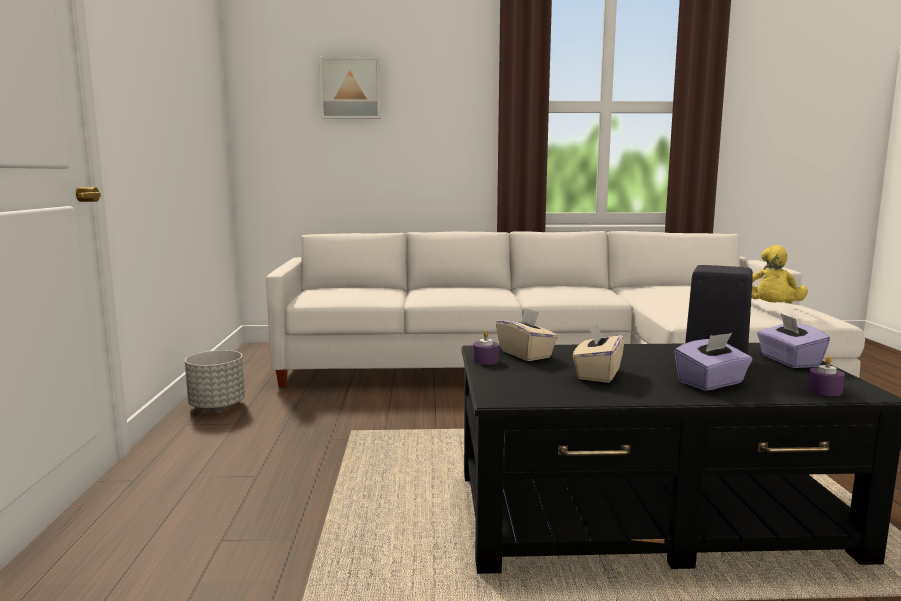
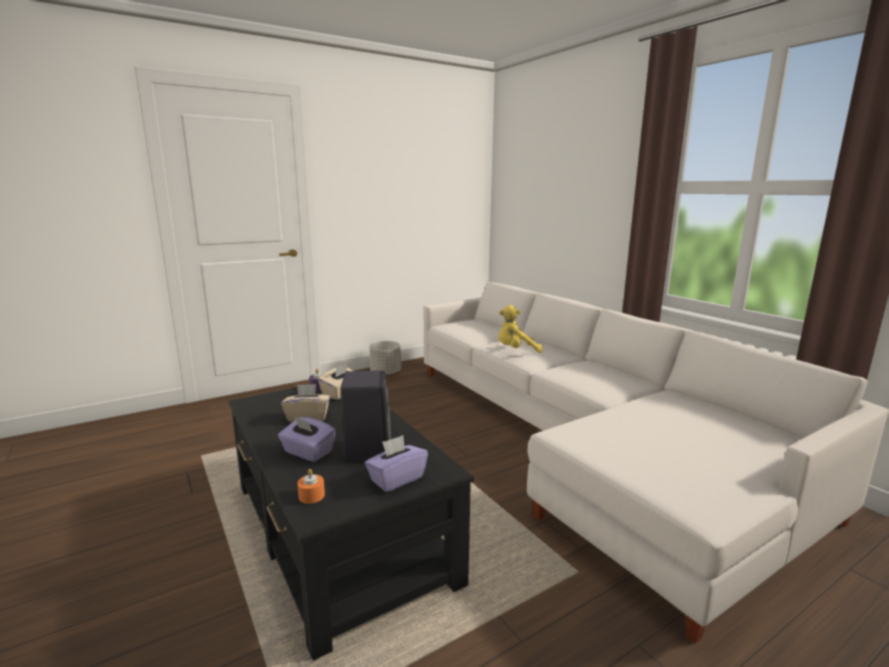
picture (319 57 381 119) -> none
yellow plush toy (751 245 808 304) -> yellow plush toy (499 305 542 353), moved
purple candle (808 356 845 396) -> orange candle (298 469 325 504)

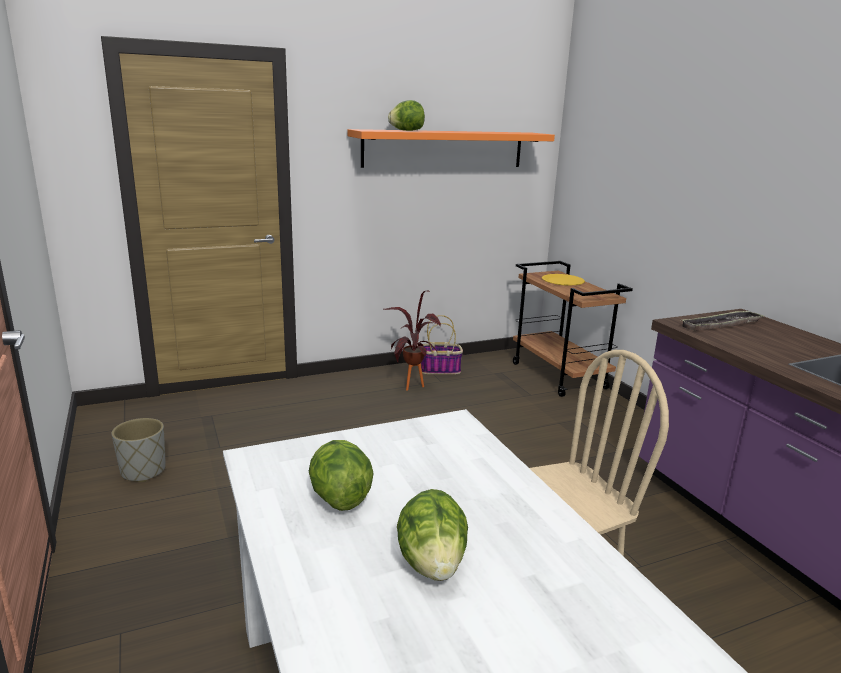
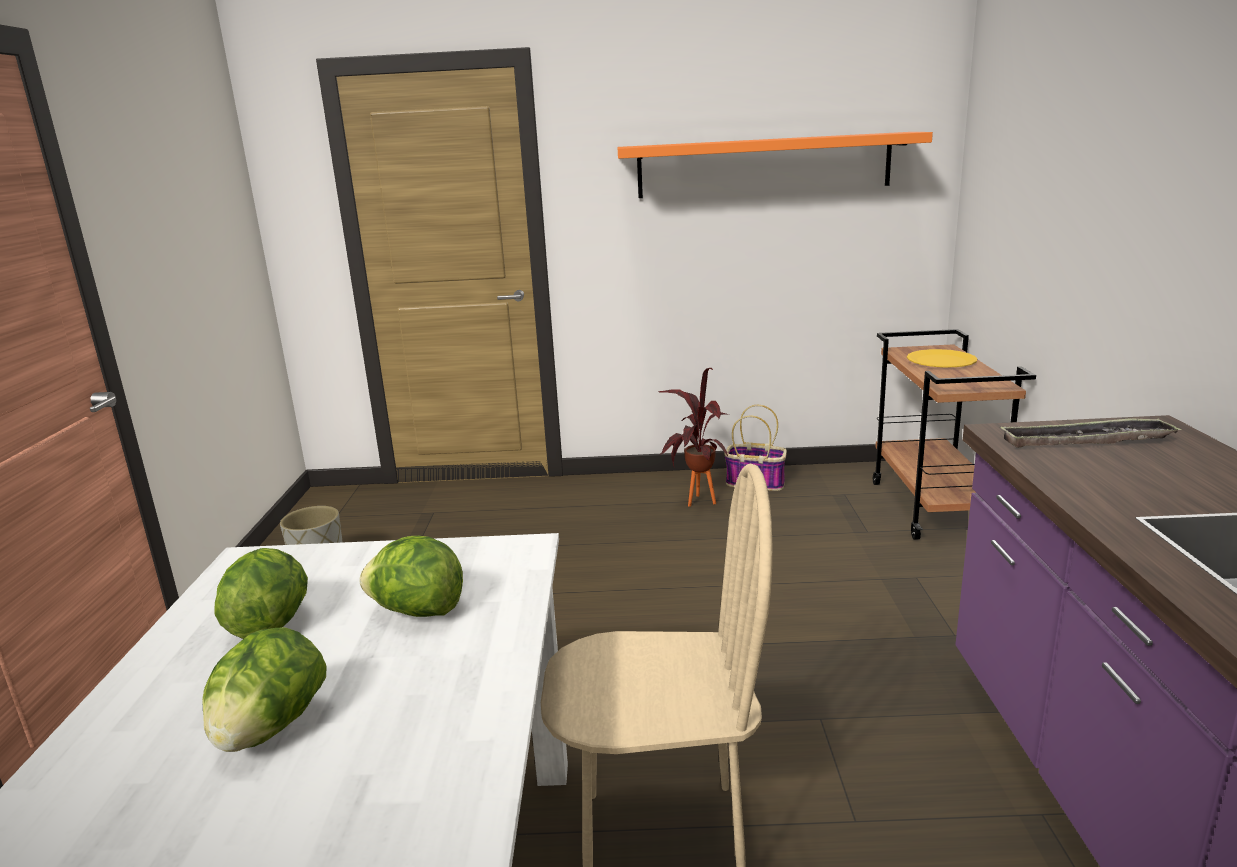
lettuce (388 100 425 131) -> lettuce (359 536 463 617), moved

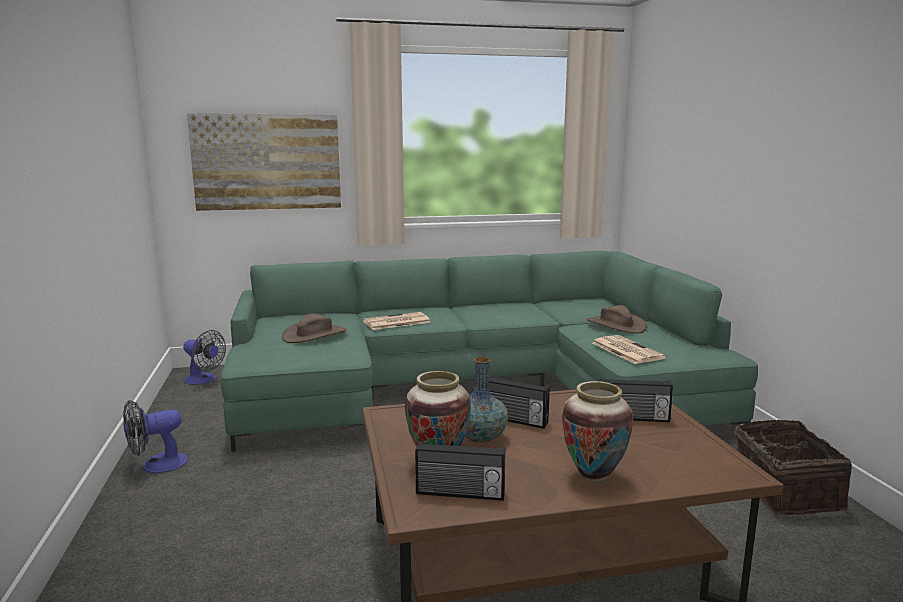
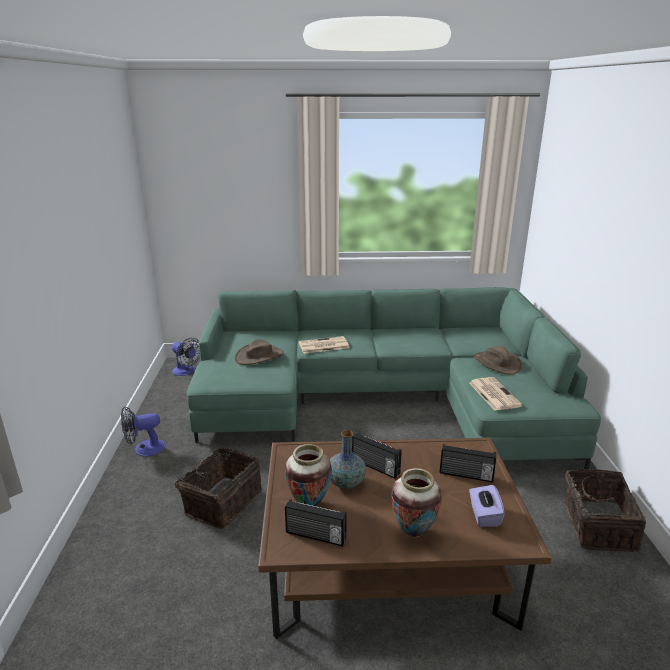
picture (187 113 341 211) -> none
none -> basket (169 447 262 529)
none -> purple tissue box (469 485 505 527)

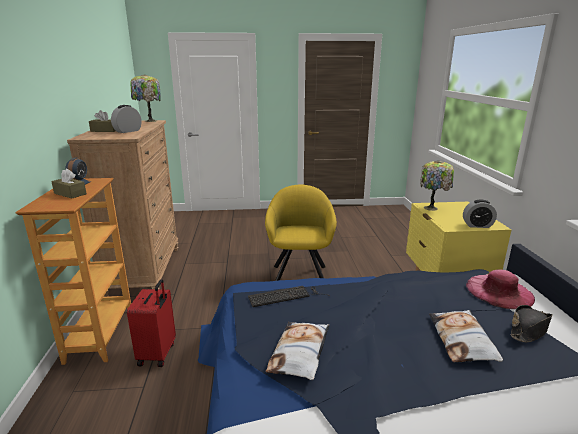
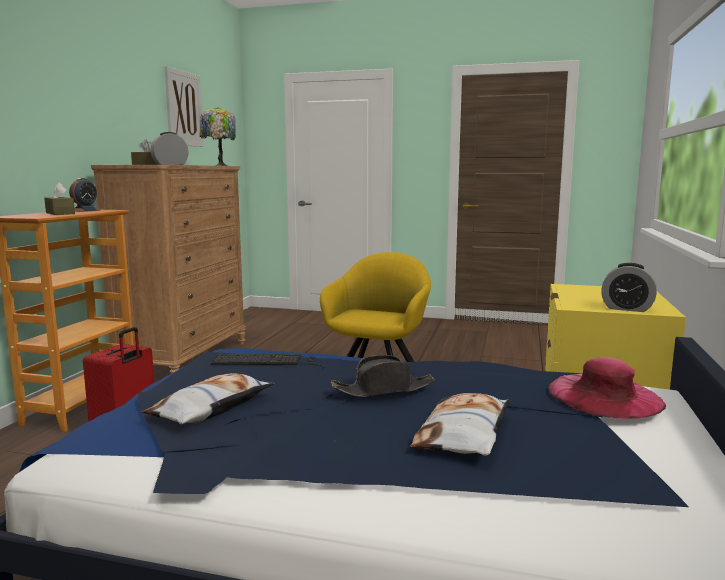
table lamp (420 160 454 211) -> none
none -> picture (165 66 203 147)
black hat (510 305 553 342) -> black hat (331 355 435 397), moved

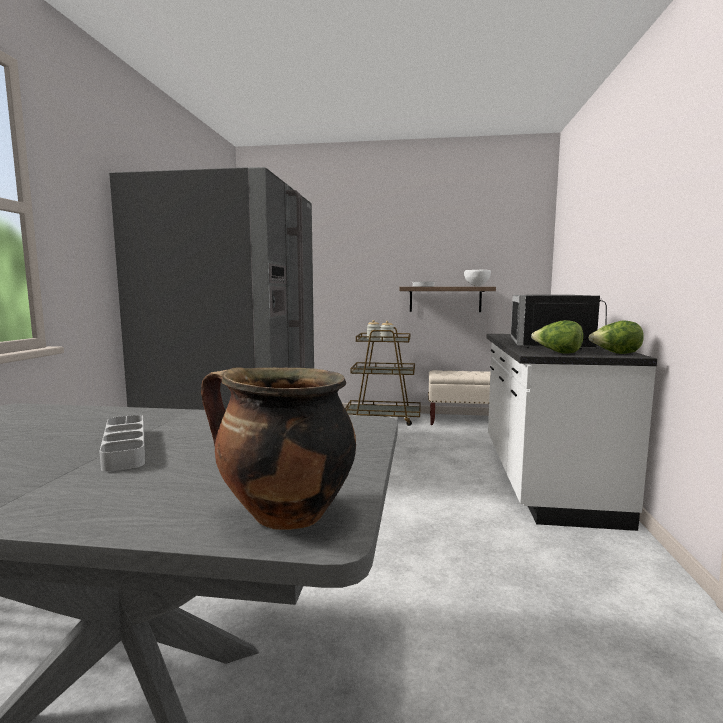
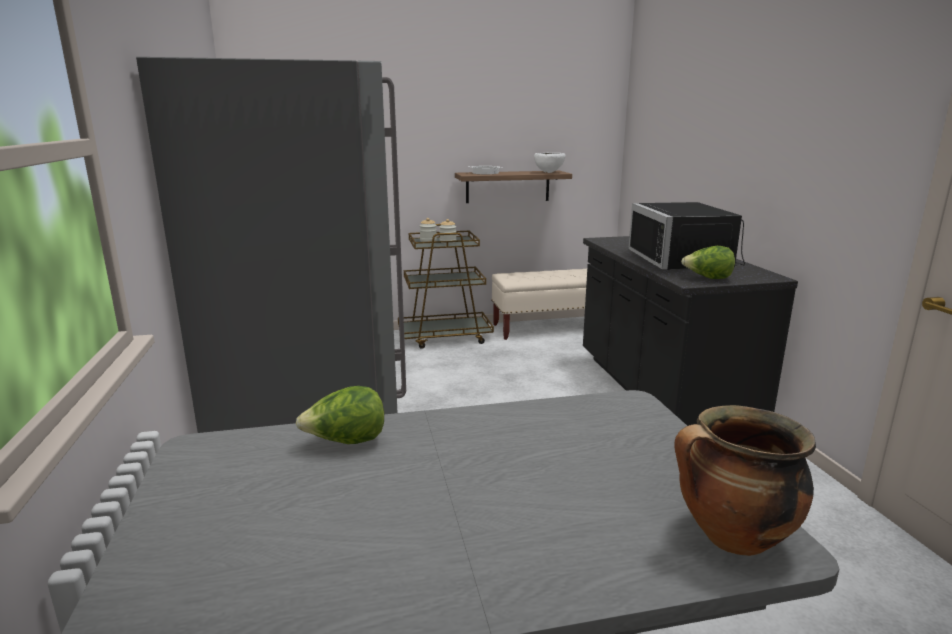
grey tray (99 415 145 472) -> none
lettuce (589 320 644 354) -> lettuce (296 386 384 444), moved
white counter (487 334 657 531) -> black counter (583 236 798 426)

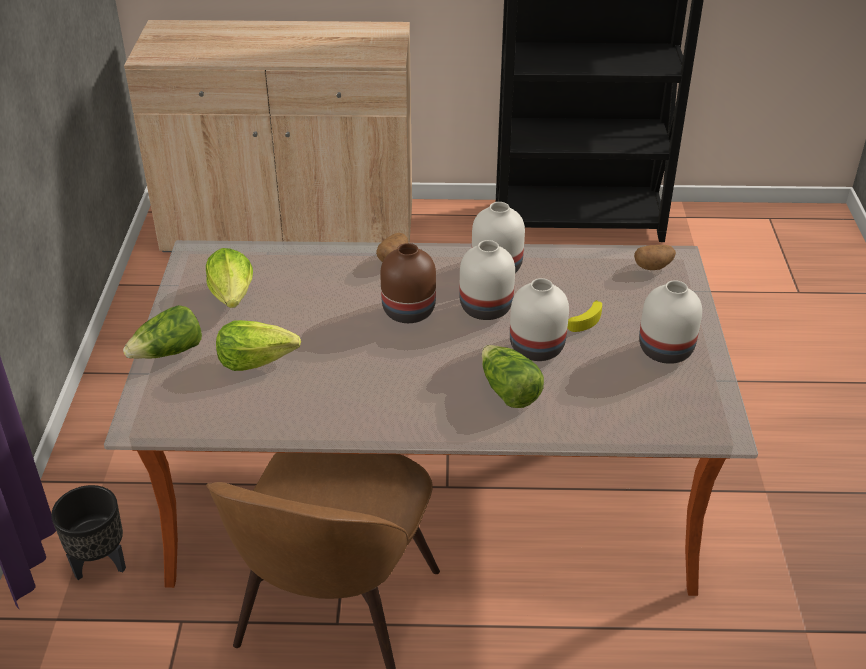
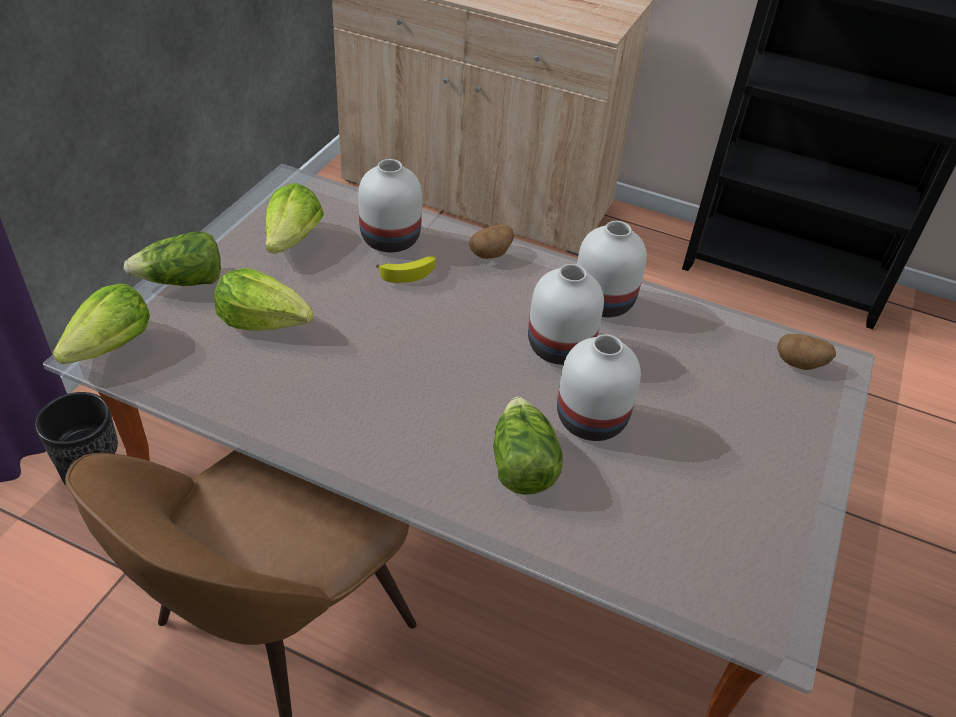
brown vase (380 243 436 323) -> none
none -> lettuce (53 284 150 364)
banana (568 300 602 332) -> banana (376 256 436 283), moved
white vase (639 280 702 364) -> white vase (358 159 422 252), moved

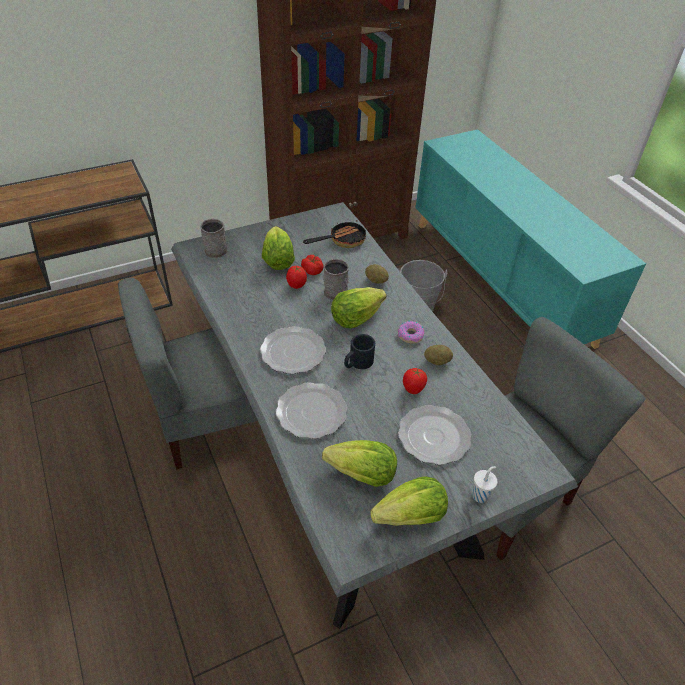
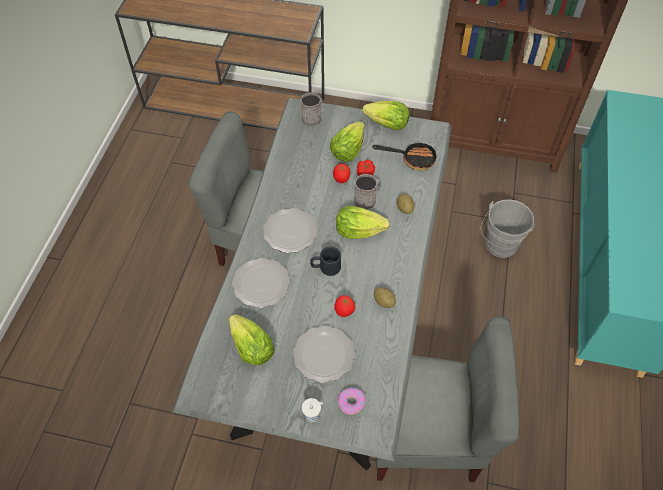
lettuce (370 476 448 526) -> lettuce (362 101 409 130), moved
donut (398 321 425 344) -> donut (337 387 366 415), moved

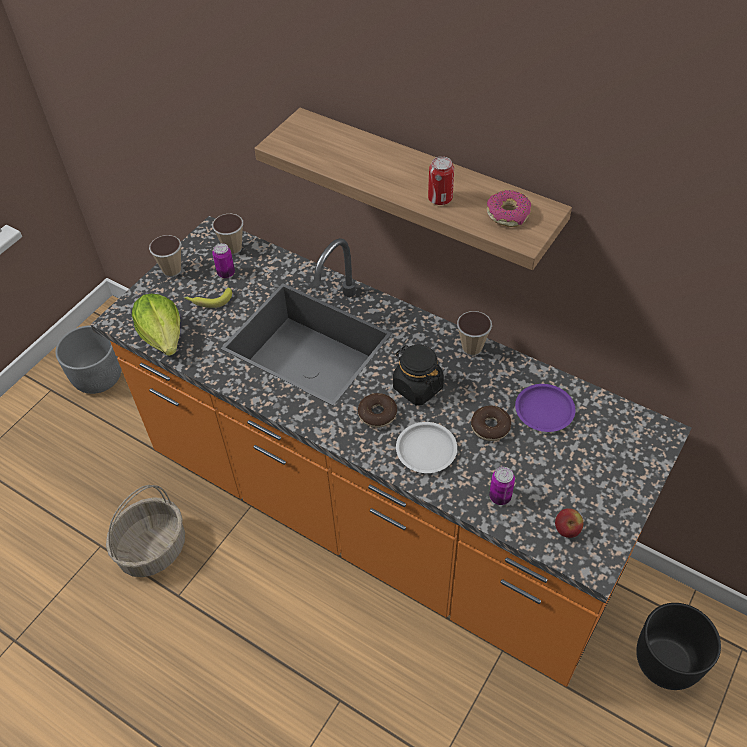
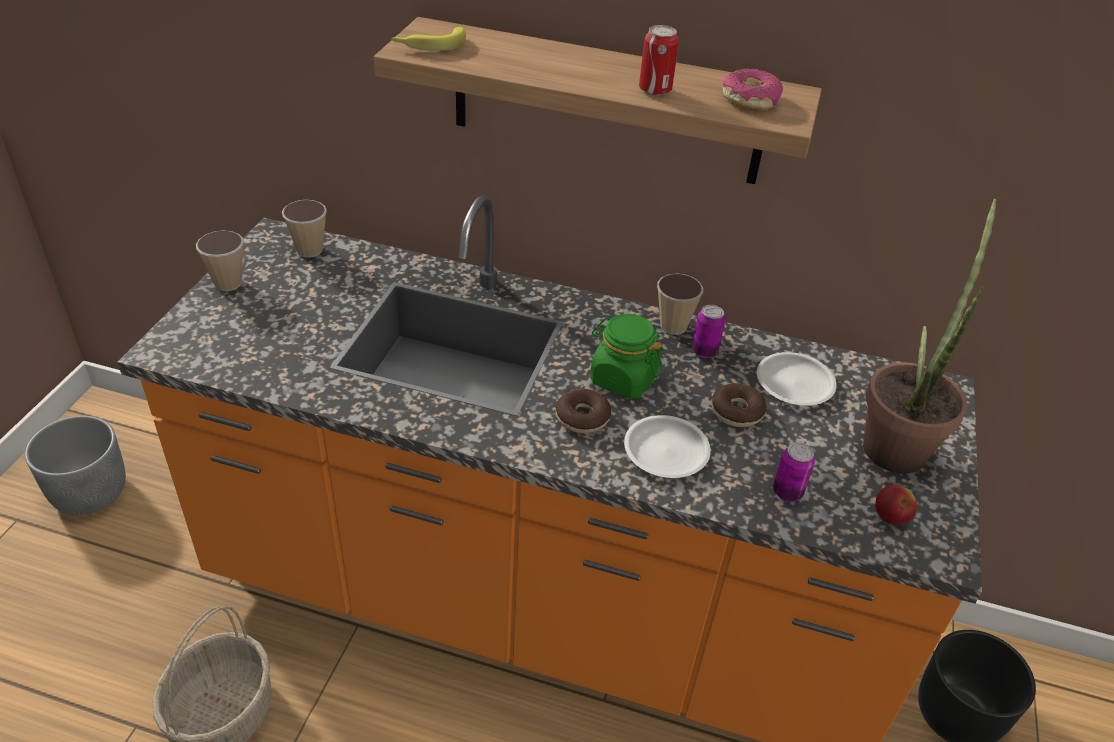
lettuce (132 294 180 356) -> none
none -> potted plant (863 199 996 474)
banana (185 287 232 308) -> banana (391 27 466 51), moved
can (212 243 235 278) -> can (692 305 725 358), moved
black jar (393 345 444 405) -> green jar (590 314 663 399)
purple plate (515 384 576 432) -> white plate (757 352 837 406)

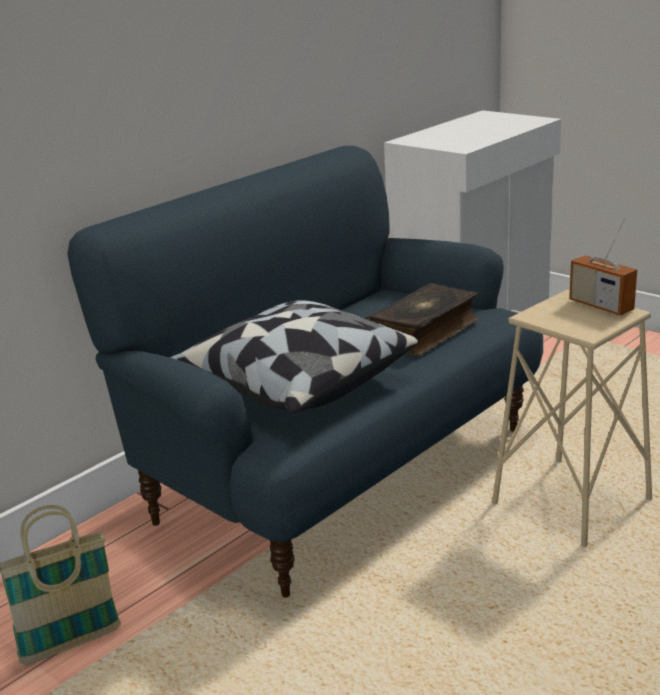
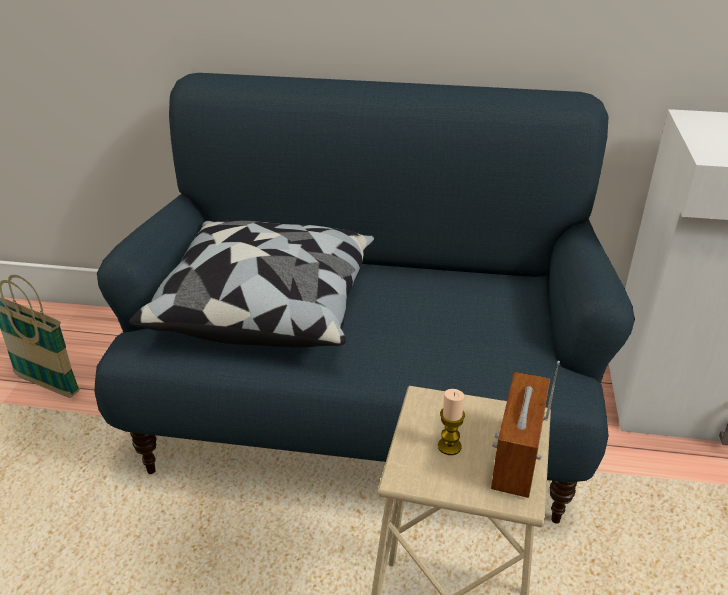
book (365 283 478 356) -> none
none -> candle (438 389 465 455)

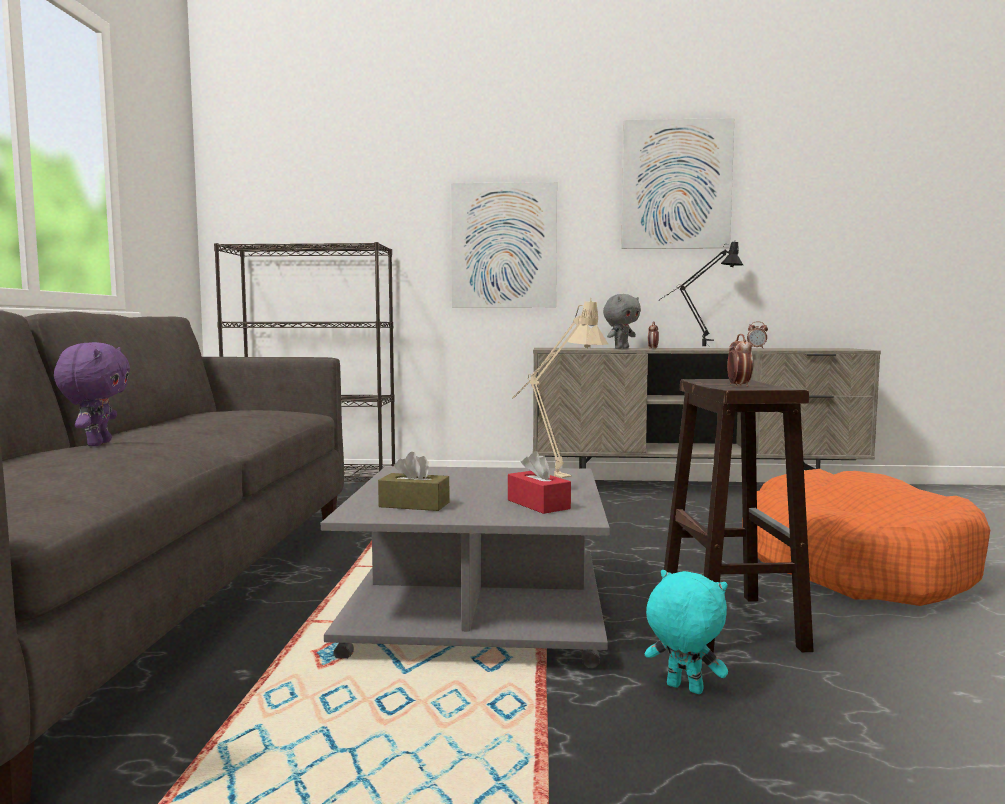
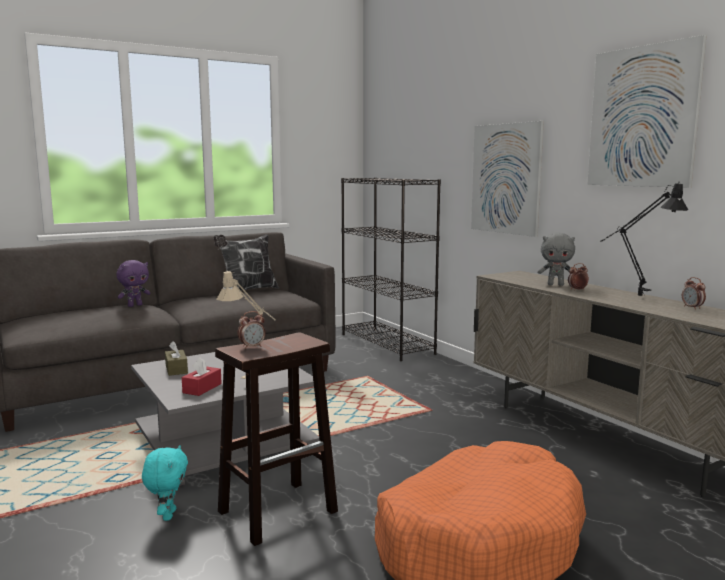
none -> pillow (213 234 279 291)

